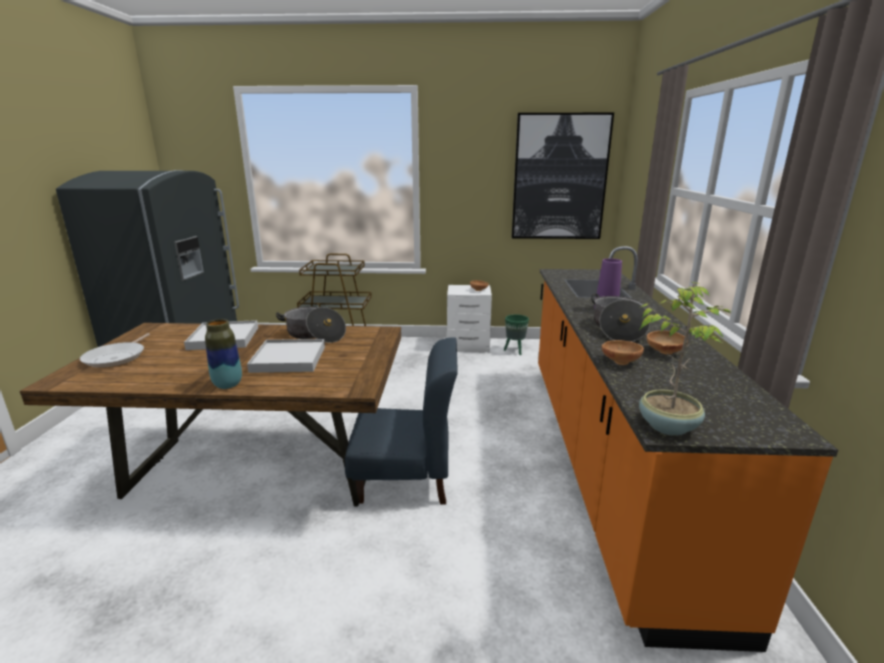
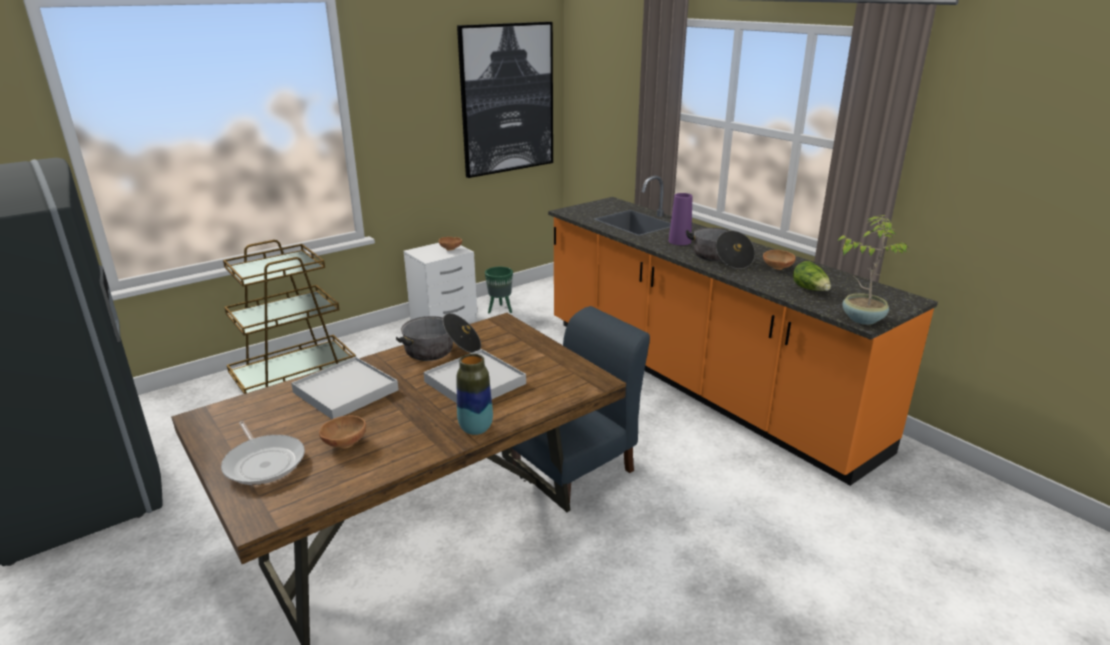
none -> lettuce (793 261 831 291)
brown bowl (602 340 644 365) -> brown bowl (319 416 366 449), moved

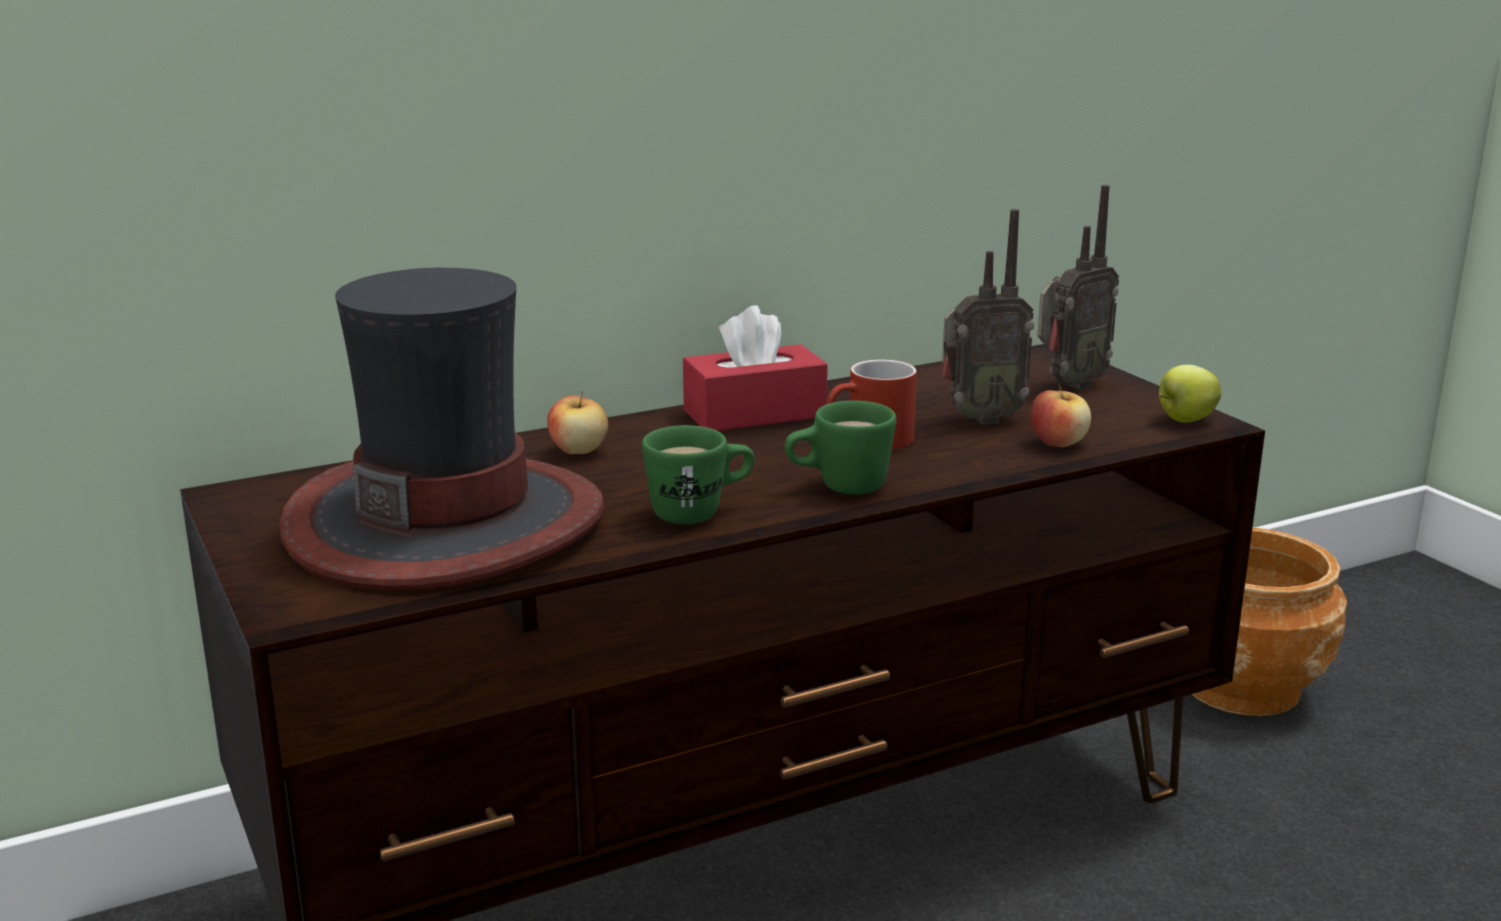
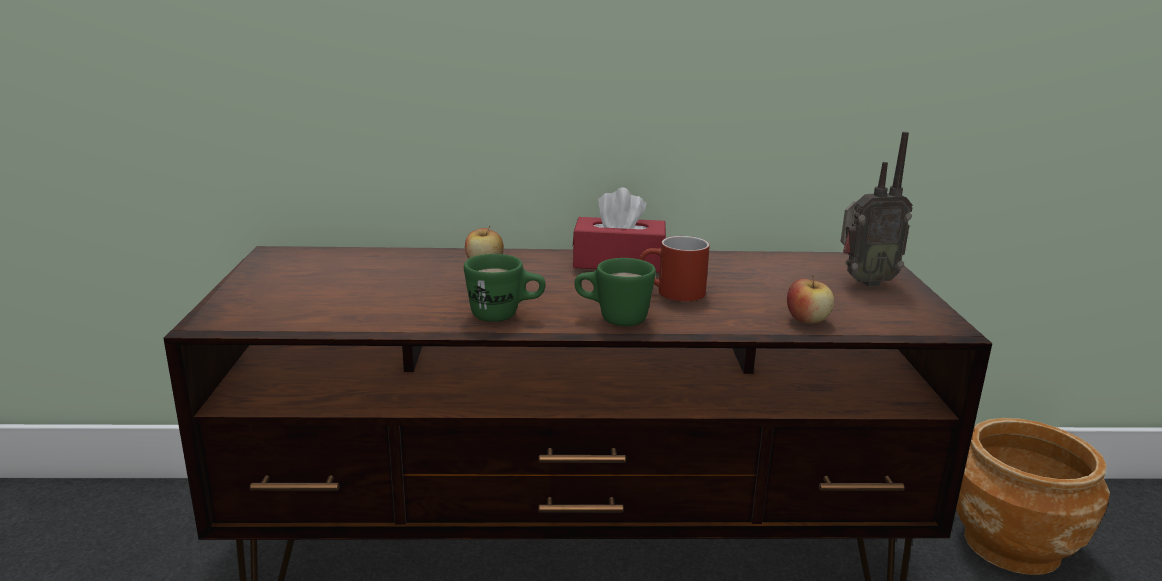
hat (279 268 604 590) -> none
radio (942 209 1034 425) -> none
apple (1159 365 1221 423) -> none

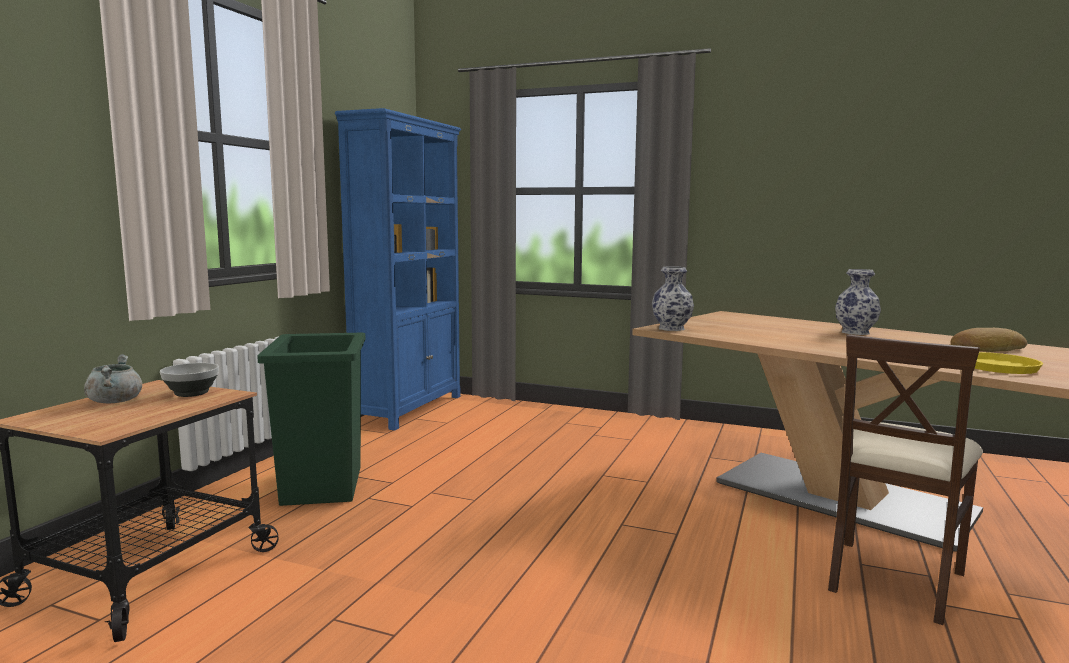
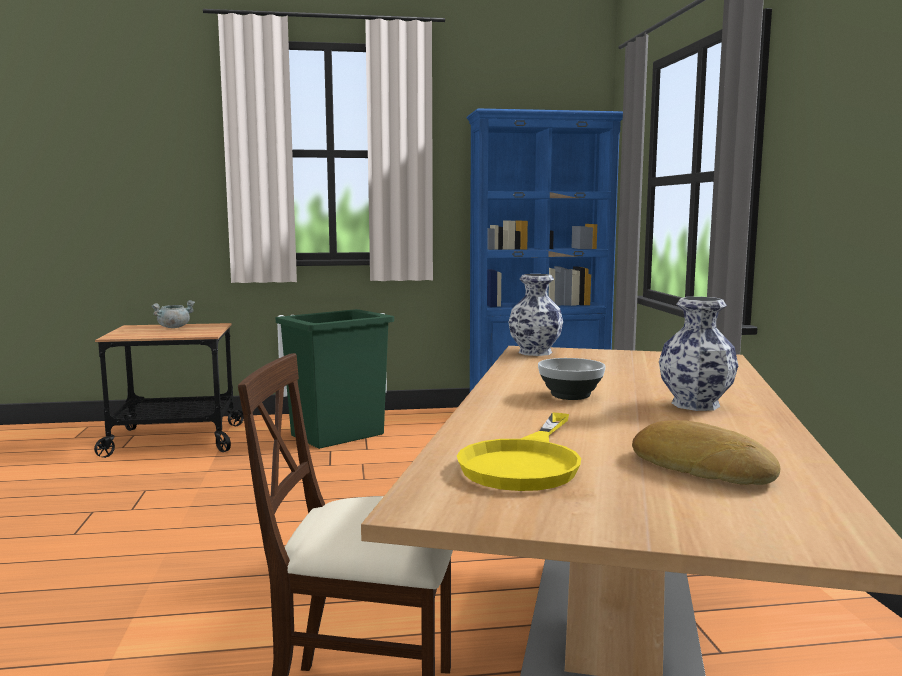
bowl (160 363 219 397) -> bowl (538 358 605 400), moved

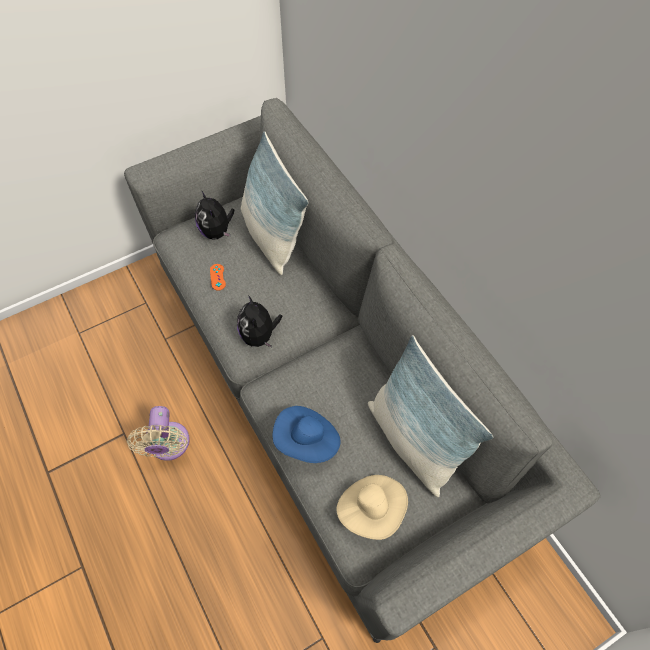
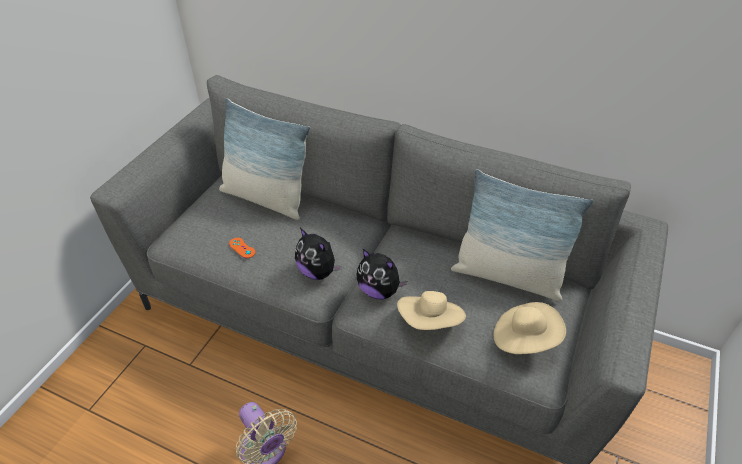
plush toy (195 190 234 240) -> plush toy (356 249 407 299), moved
blue hat (273 406 341 463) -> beige hat (397 291 466 330)

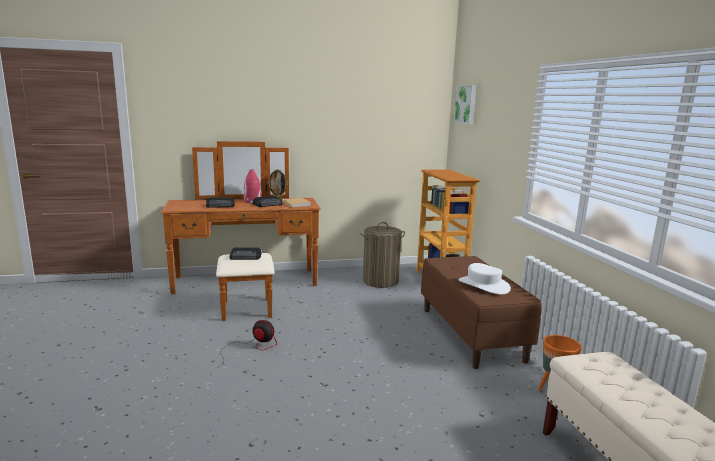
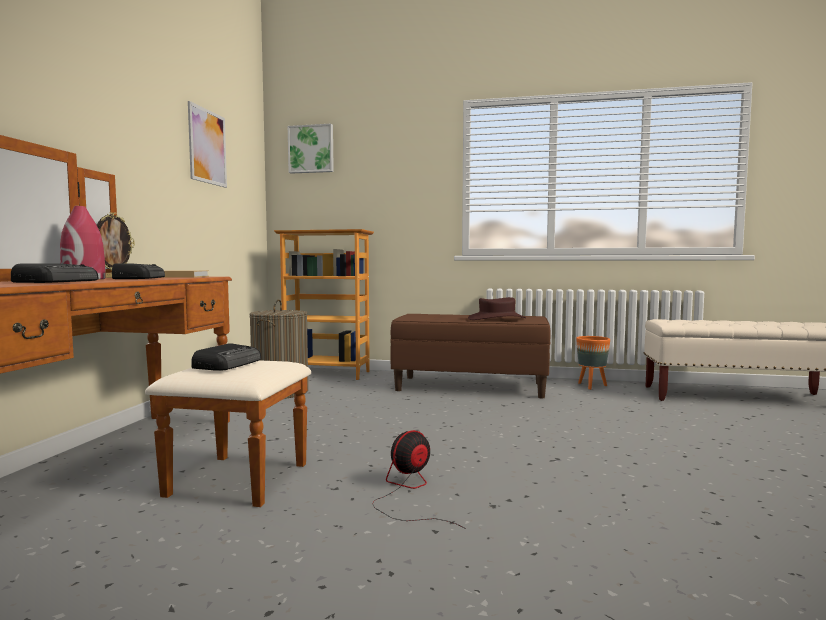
none -> picture (188 101 227 188)
white hat (459 263 511 294) -> brown hat (468 297 526 320)

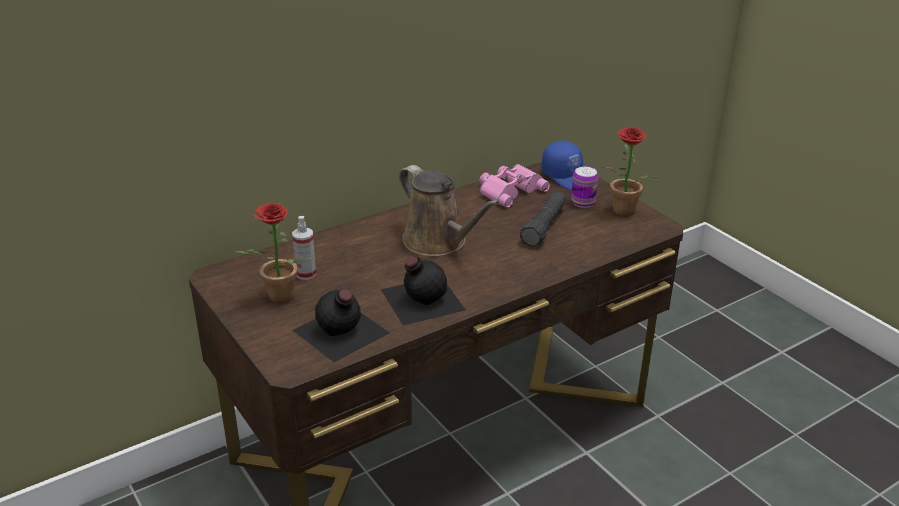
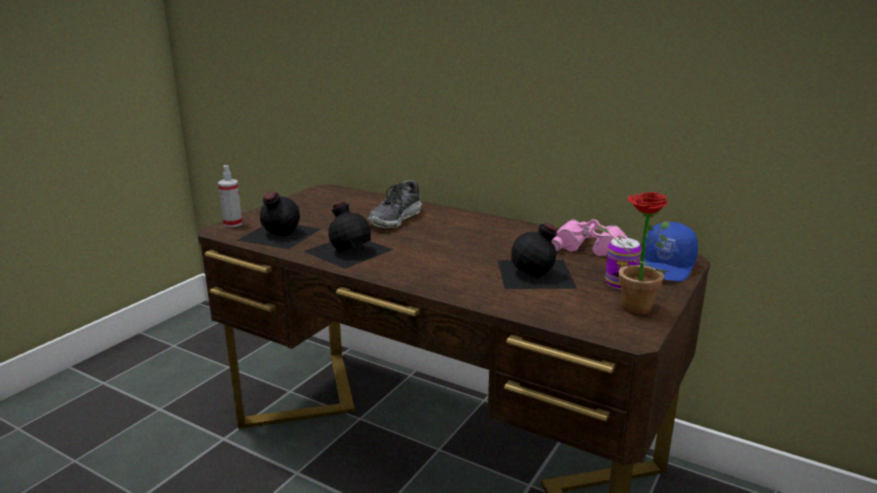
potted plant (235 203 314 303) -> none
brown watering can (399 165 499 256) -> none
none -> shoe (368 180 422 228)
spray bottle (292 216 316 280) -> spray bottle (218 165 242 227), moved
black flashlight (520 192 566 247) -> black bottle (498 222 577 289)

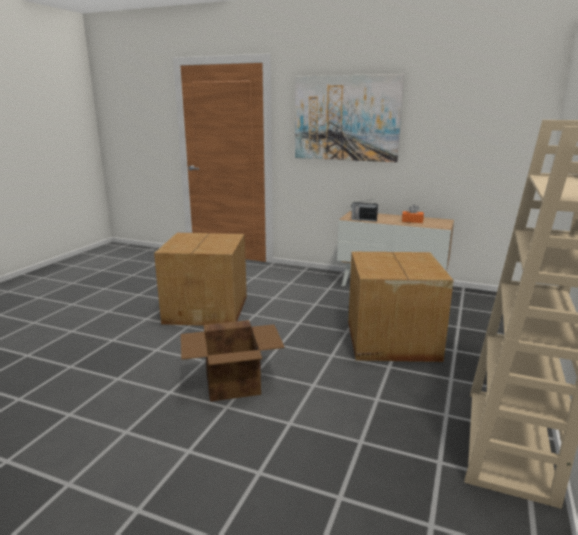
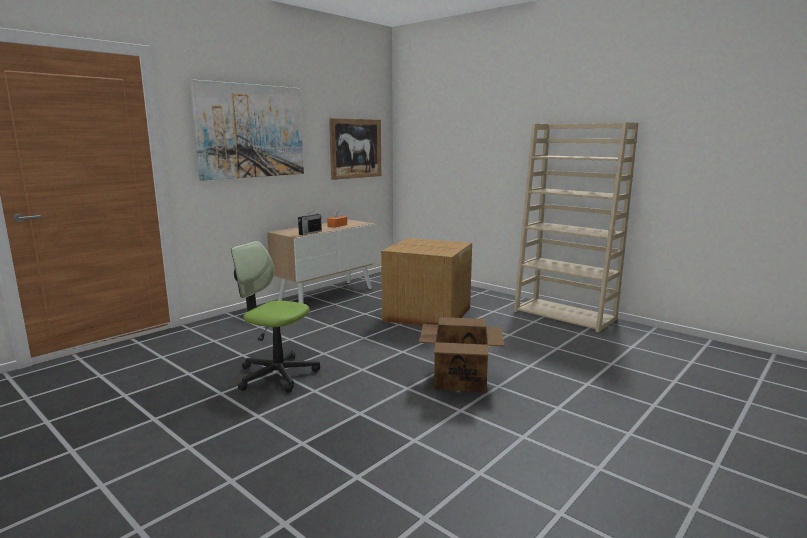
none -> picture (329 118 381 180)
cardboard box (154 233 247 326) -> office chair (231 241 320 393)

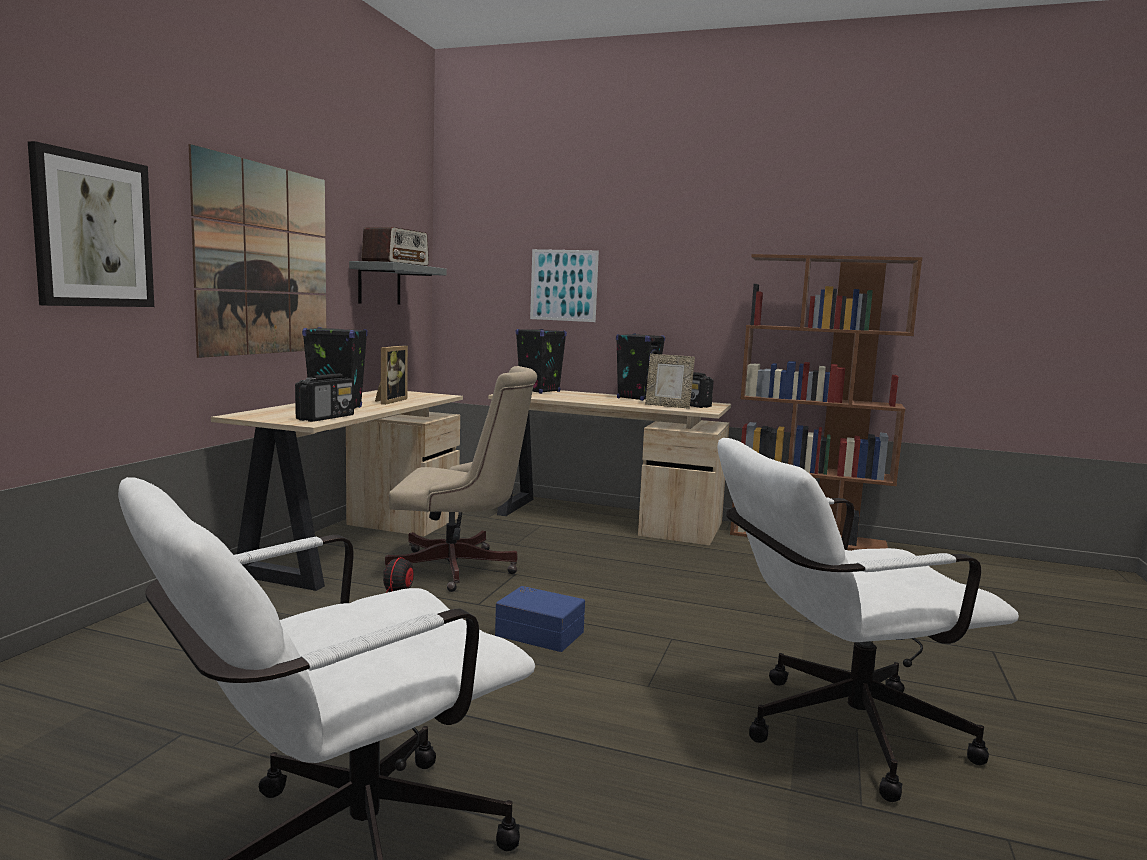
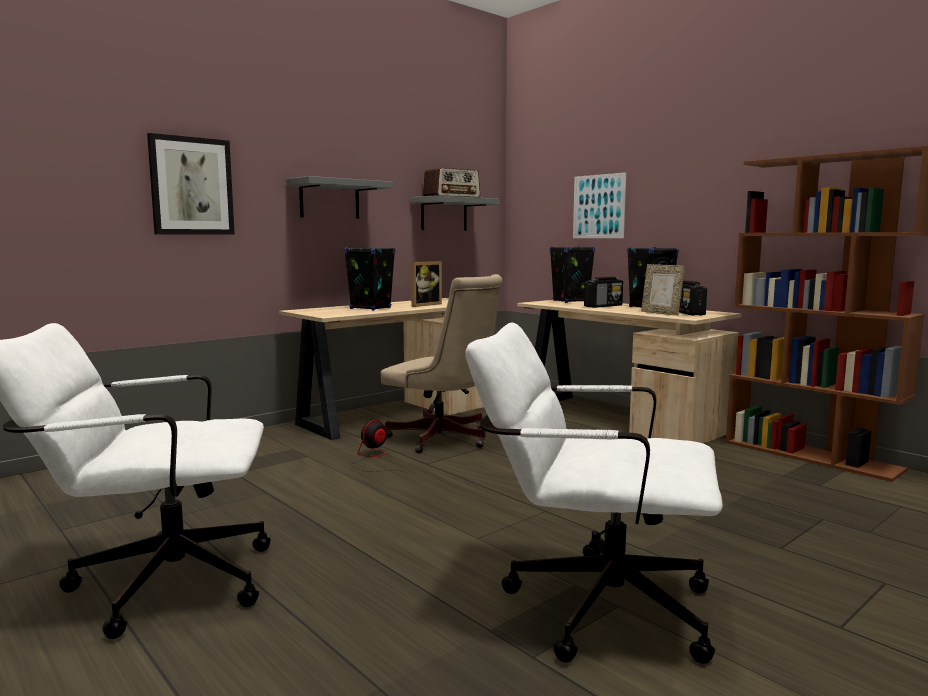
blue storage box (495 586 585 652) -> none
radio (295 374 354 422) -> radio (584 277 623 308), moved
picture (189 144 326 358) -> grey shelf (286 176 393 219)

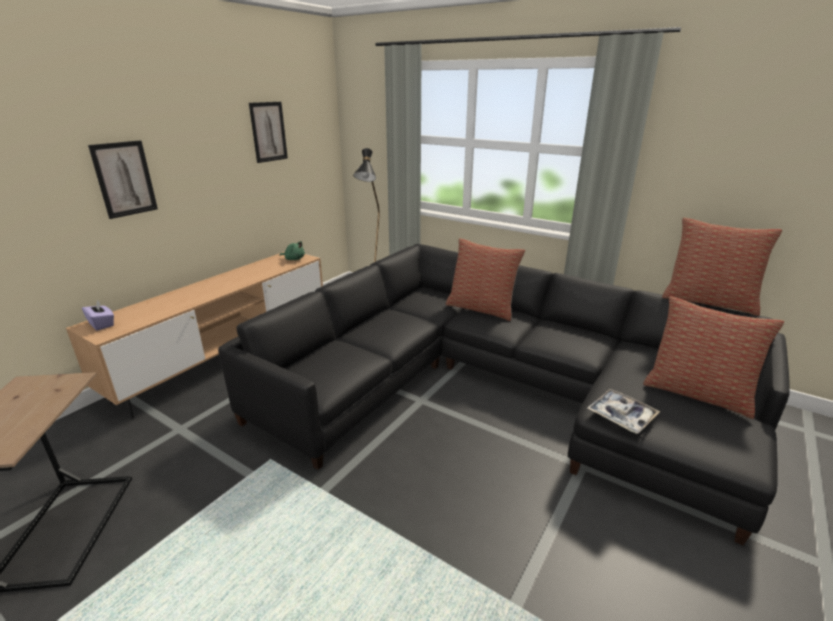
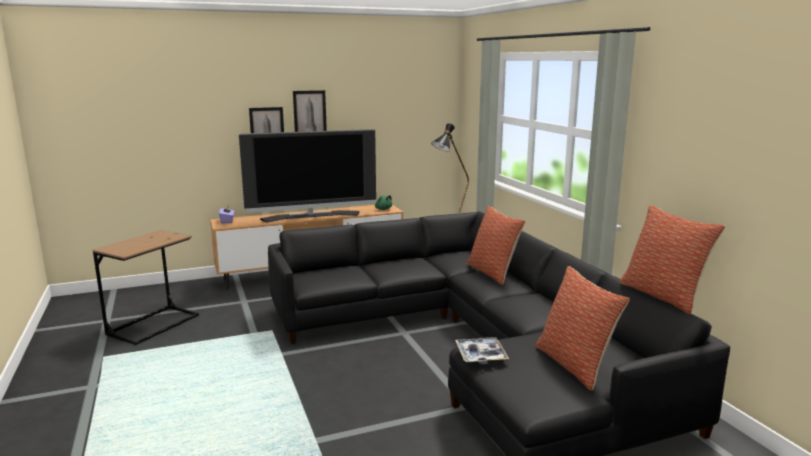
none -> television (239 129 376 222)
picture (249 102 288 163) -> picture (293 90 327 132), moved

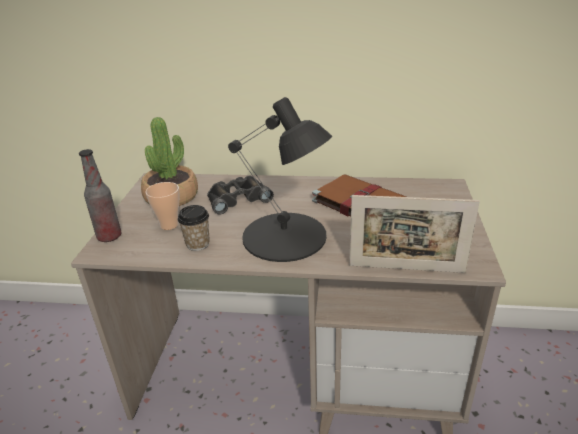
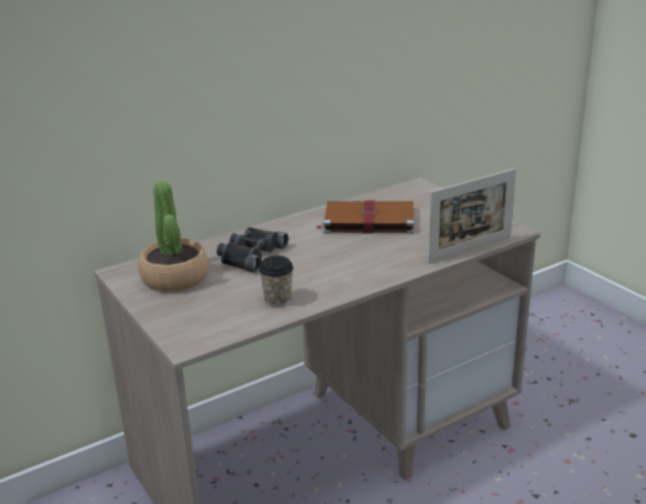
bottle (79 149 122 242) -> none
cup (145 182 179 230) -> none
black table lamp (228 97 332 262) -> none

